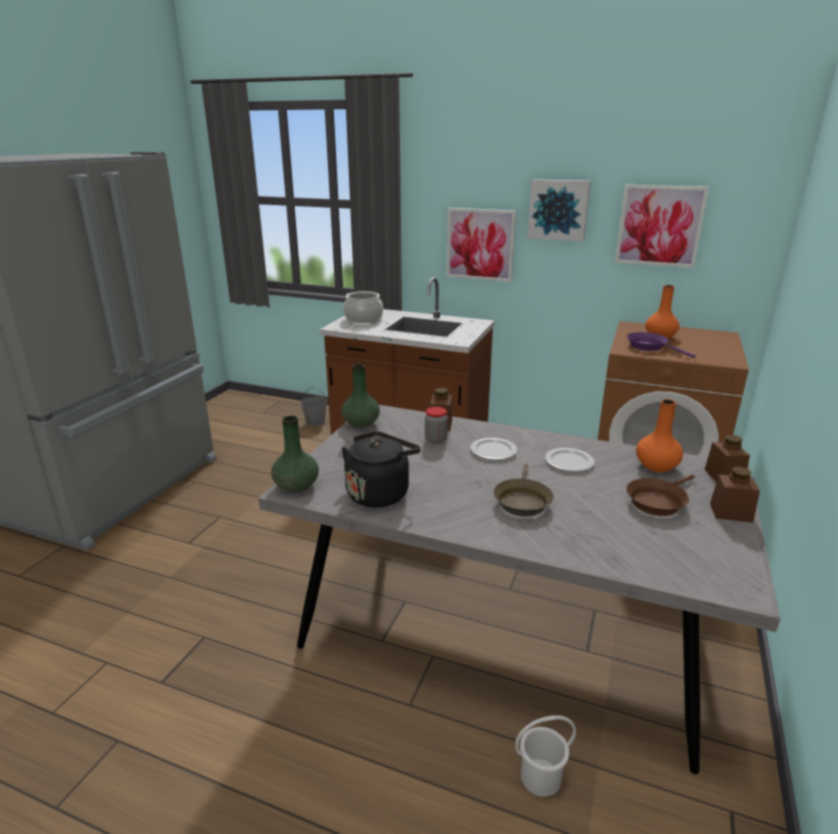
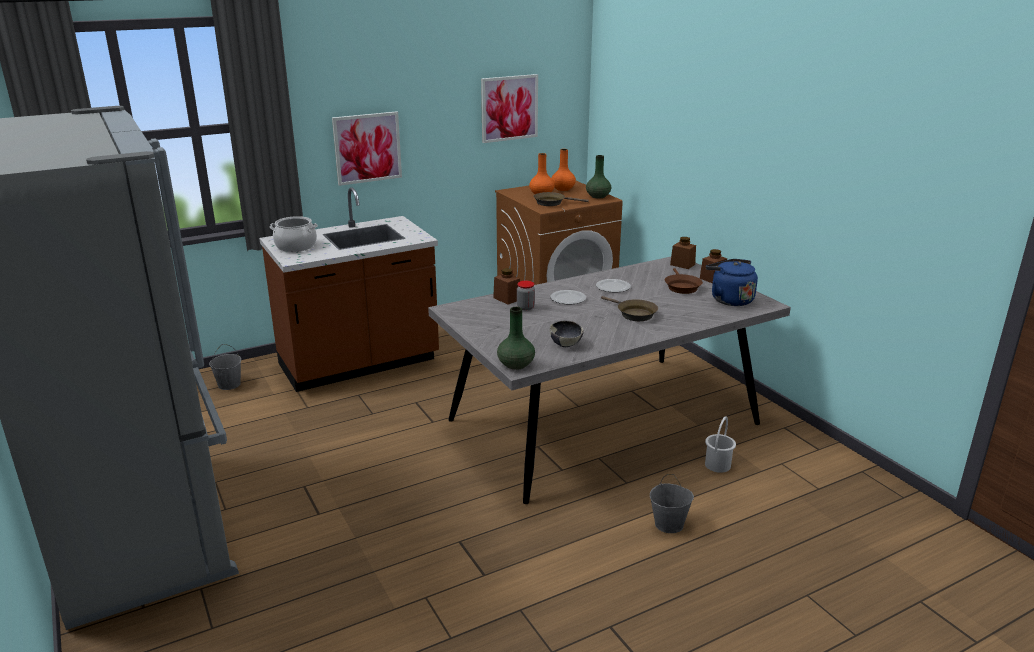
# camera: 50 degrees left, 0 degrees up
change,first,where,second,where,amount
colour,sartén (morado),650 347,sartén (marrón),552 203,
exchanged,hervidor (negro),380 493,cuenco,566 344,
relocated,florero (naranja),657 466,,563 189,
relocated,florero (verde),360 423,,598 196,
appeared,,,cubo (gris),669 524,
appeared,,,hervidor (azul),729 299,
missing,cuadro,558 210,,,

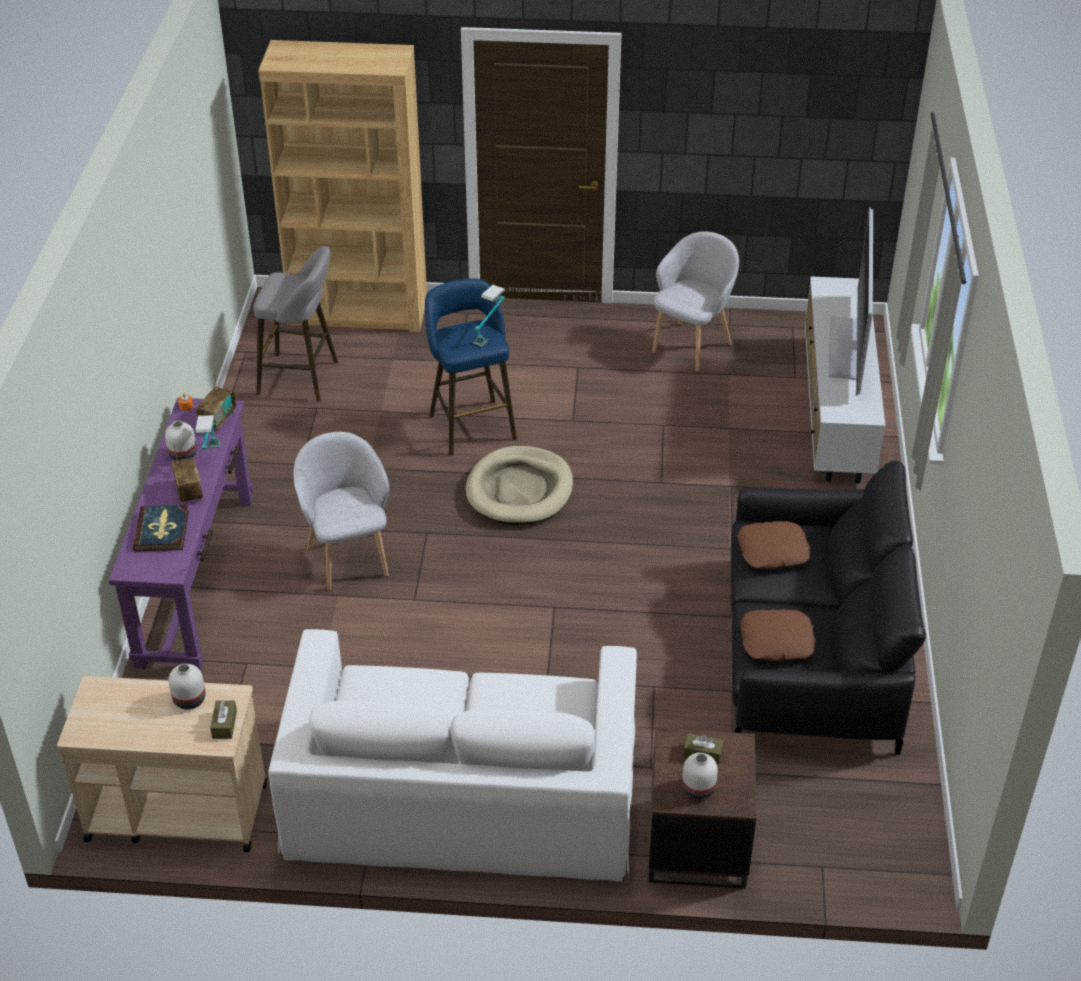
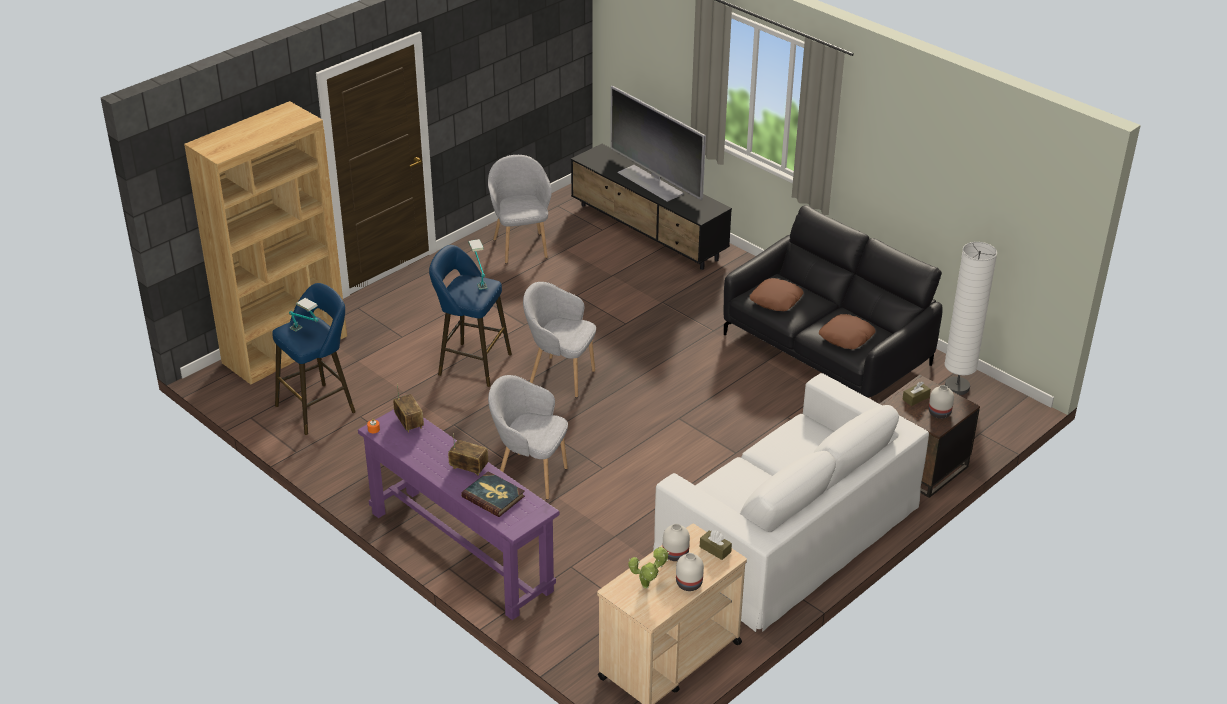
# camera: 50 degrees left, 5 degrees down
change,first,where,second,where,amount
colour,taburete (gris),303 378,taburete (azul),319 407,
relocated,lámpara de mesa,212 456,,306 333,
exchanged,cama para perro (beis),520 490,sillón (gris),559 377,
colour,mueble de televisión (blanco),835 409,mueble de televisión (negro),648 232,
appeared,,,planta en maceta,648 585,
relocated,florero (blanco),183 455,,689 584,
appeared,,,lámpara de pie (blanco),957 387,

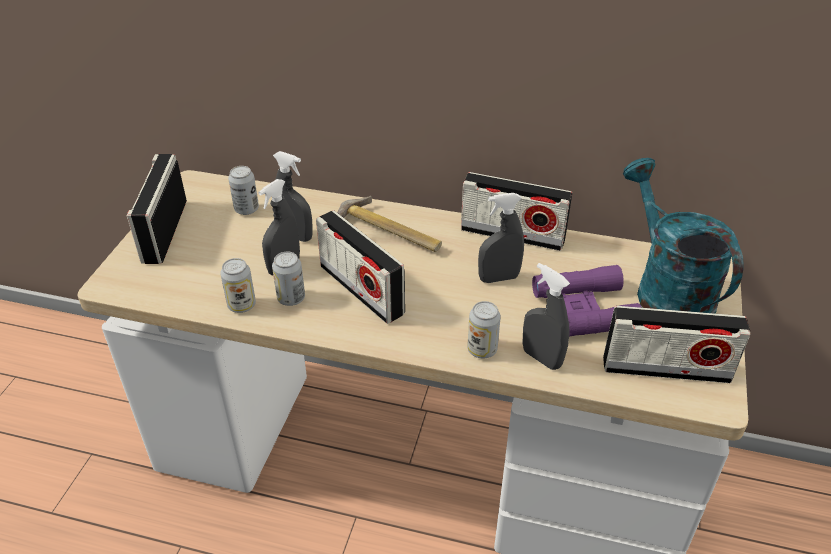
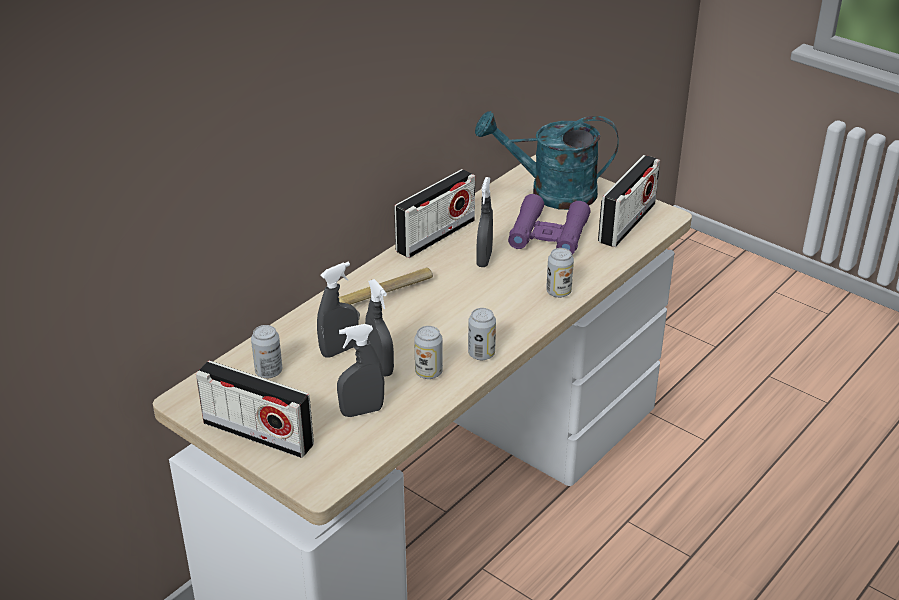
# camera: 65 degrees left, 5 degrees down
change,first,where,second,where,amount
relocated,pulverizador (gris),541 358,,362 411,
relocated,lata,242 305,,481 354,
missing,radio,361 290,,,

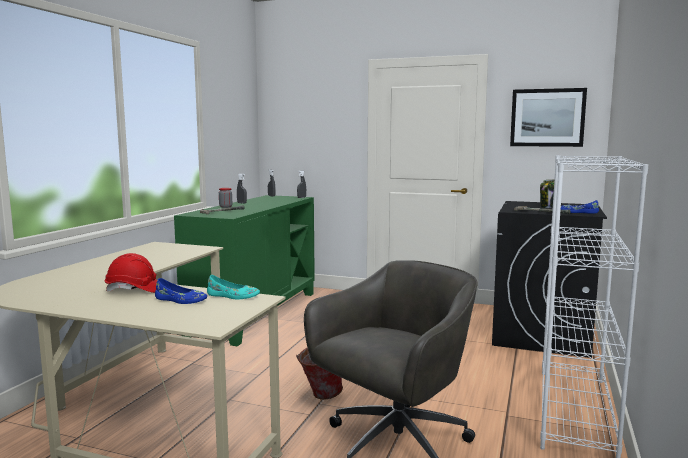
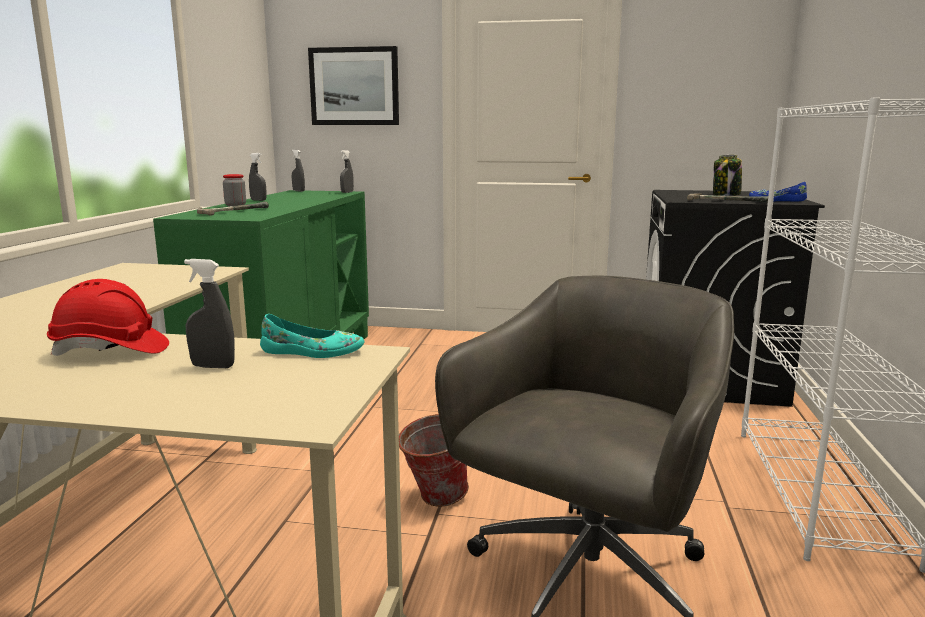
# camera: 10 degrees left, 5 degrees up
change,first,where,second,where,amount
exchanged,zapato (azul),180 300,pulverizador (gris),213 366,
relocated,cuadro,547 117,,354 86,

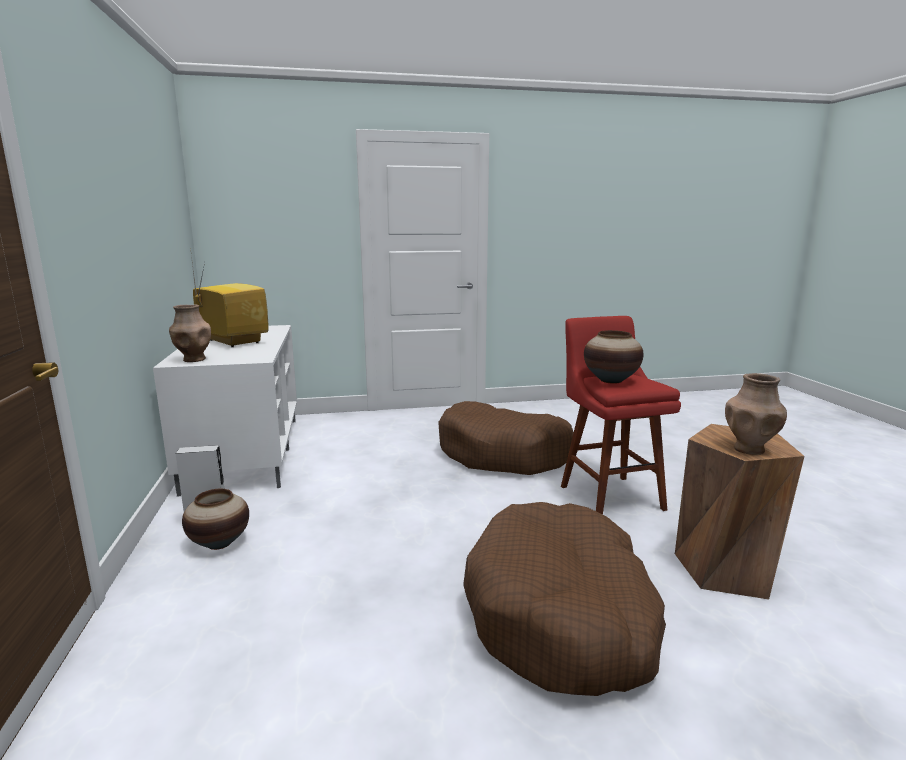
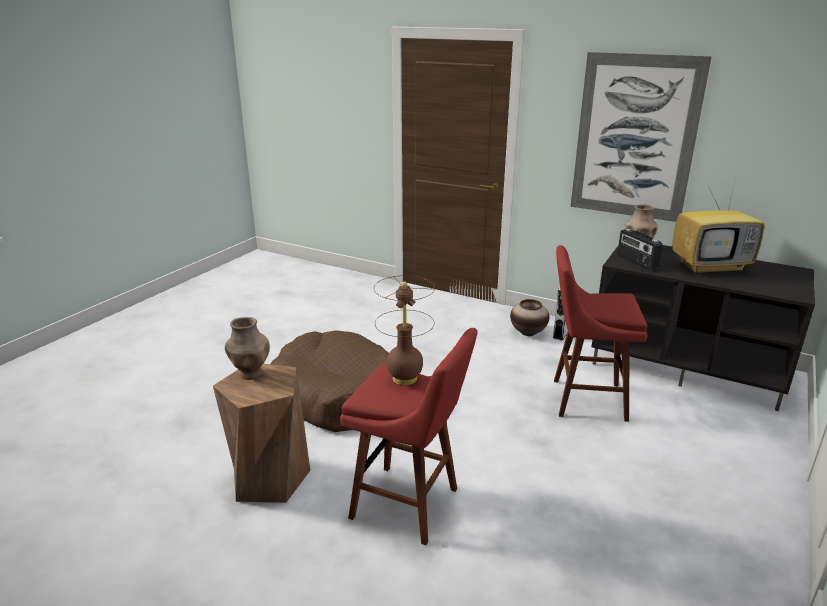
# camera: 130 degrees right, 10 degrees up
change,first,where,second,where,amount
exchanged,florero,611 380,lámpara de mesa (marrón),405 378,
appeared,,,taburete (rojo),584 399,
appeared,,,cuadro,635 138,
colour,mueble de televisión (blanco),244 452,mueble de televisión (negro),687 366,
appeared,,,radio,636 262,
missing,cama para perro (marrón),504 454,,,

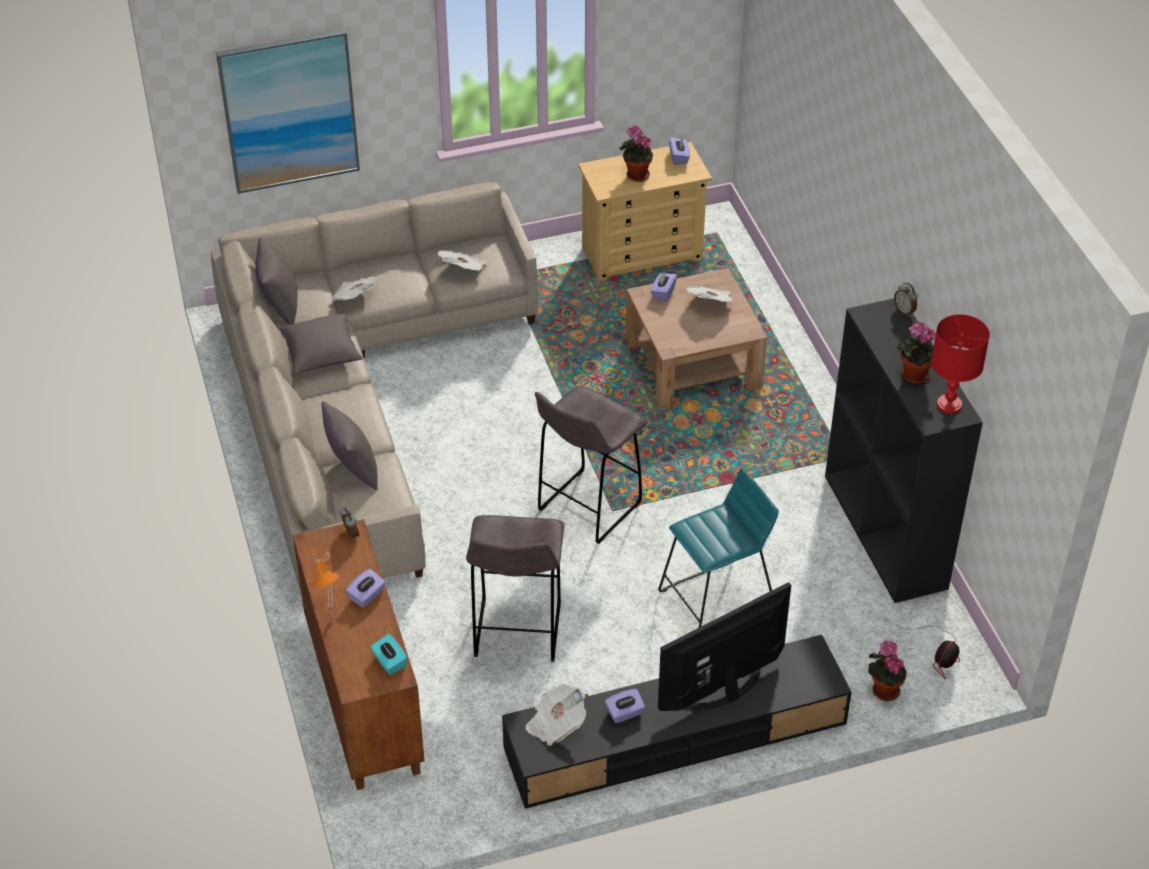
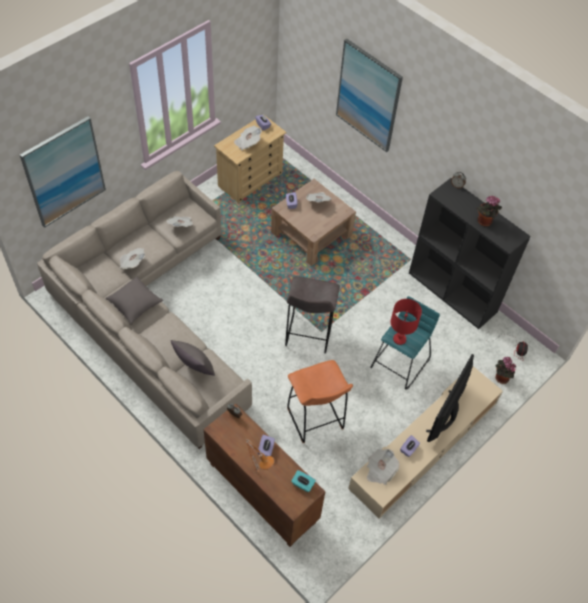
# camera: 30 degrees left, 10 degrees up
change,first,where,second,where,amount
exchanged,planta en maceta,635 175,periódico,247 143,
colour,taburete (gris),517 633,taburete (naranja),315 420,
appeared,,,cuadro,368 96,
colour,mueble de televisión (negro),674 737,mueble de televisión (beis),424 445,
relocated,lámpara de mesa (rojo),949 405,,399 339,
missing,cojín (gris),280 307,,,

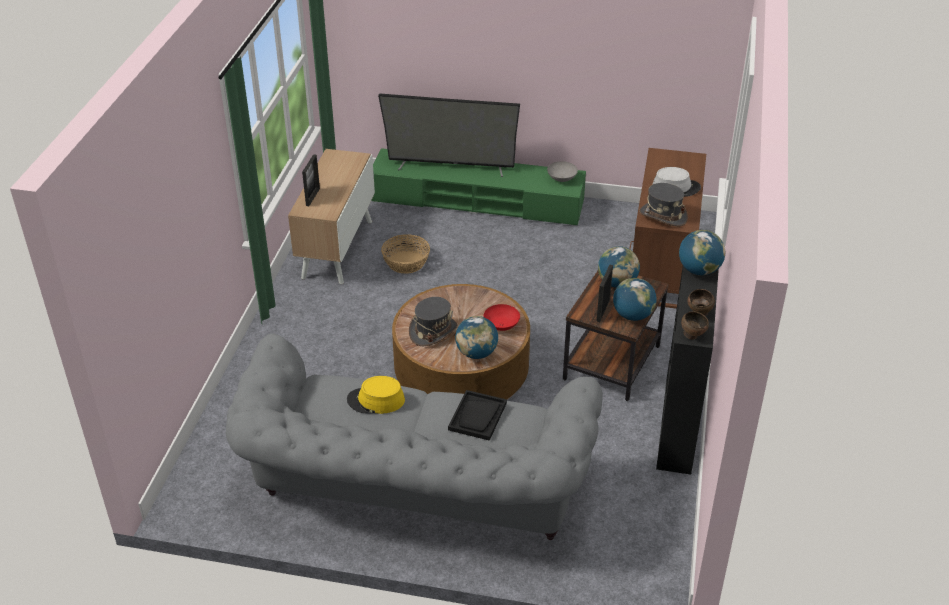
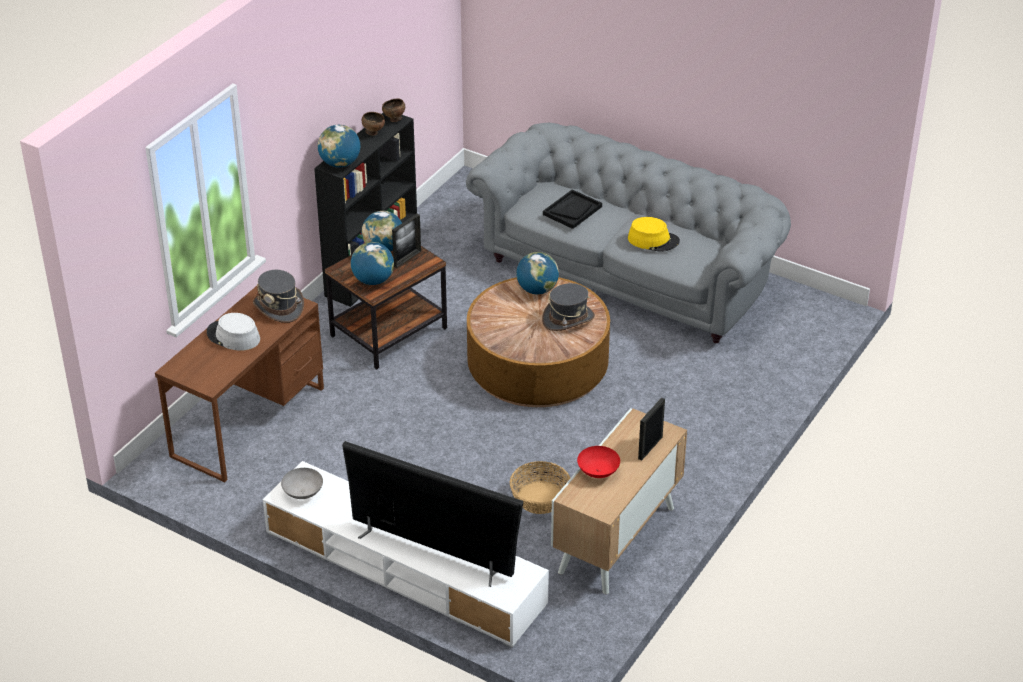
# camera: 160 degrees left, 0 degrees up
change,first,where,second,where,amount
colour,mueble de televisión (verde),477 201,mueble de televisión (blanco),403 568,
relocated,cuenco (rojo),501 326,,599 472,

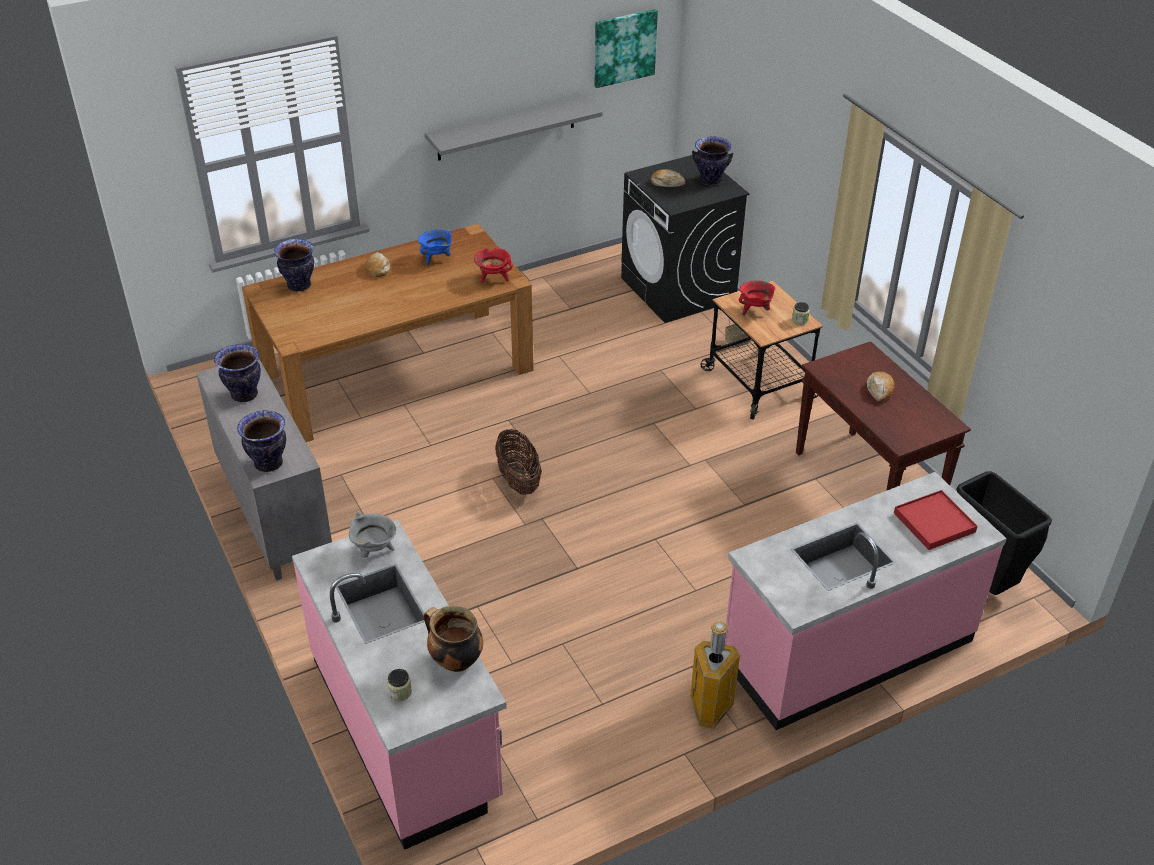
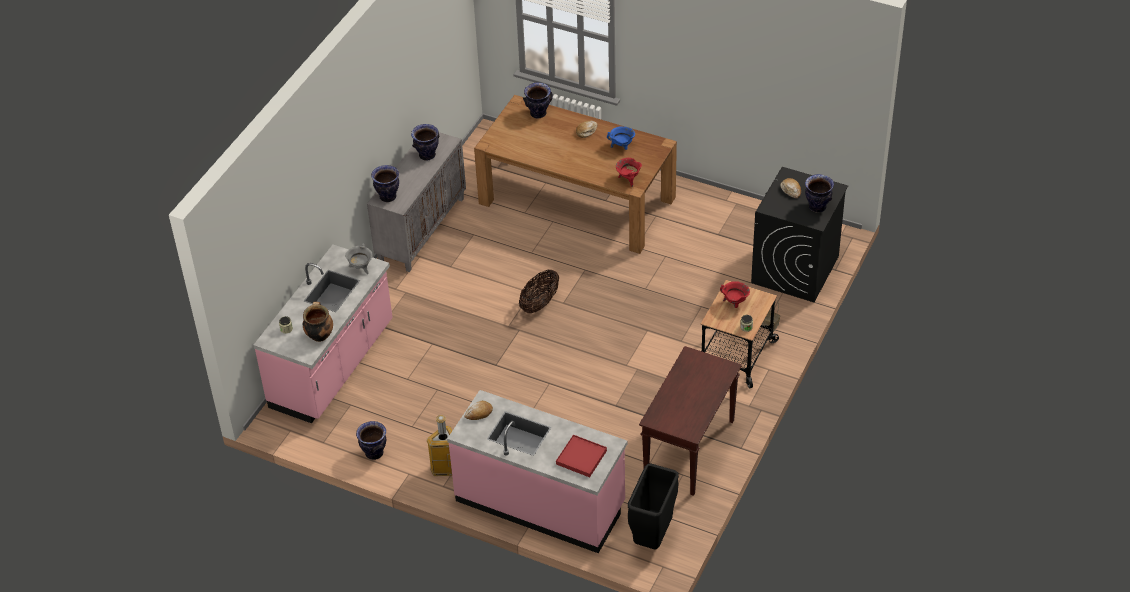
# camera: 55 degrees right, 5 degrees up
change,first,where,second,where,amount
appeared,,,florero,374 453,
relocated,pan,880 390,,479 413,
missing,estante (gris),506 128,,,
missing,cuadro,624 47,,,

